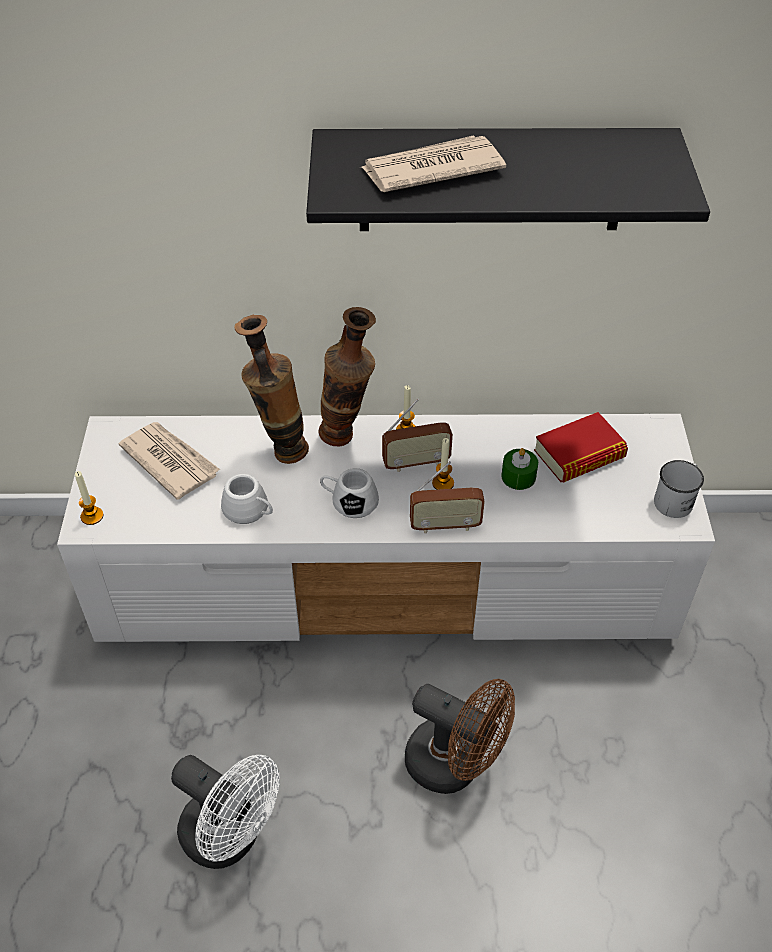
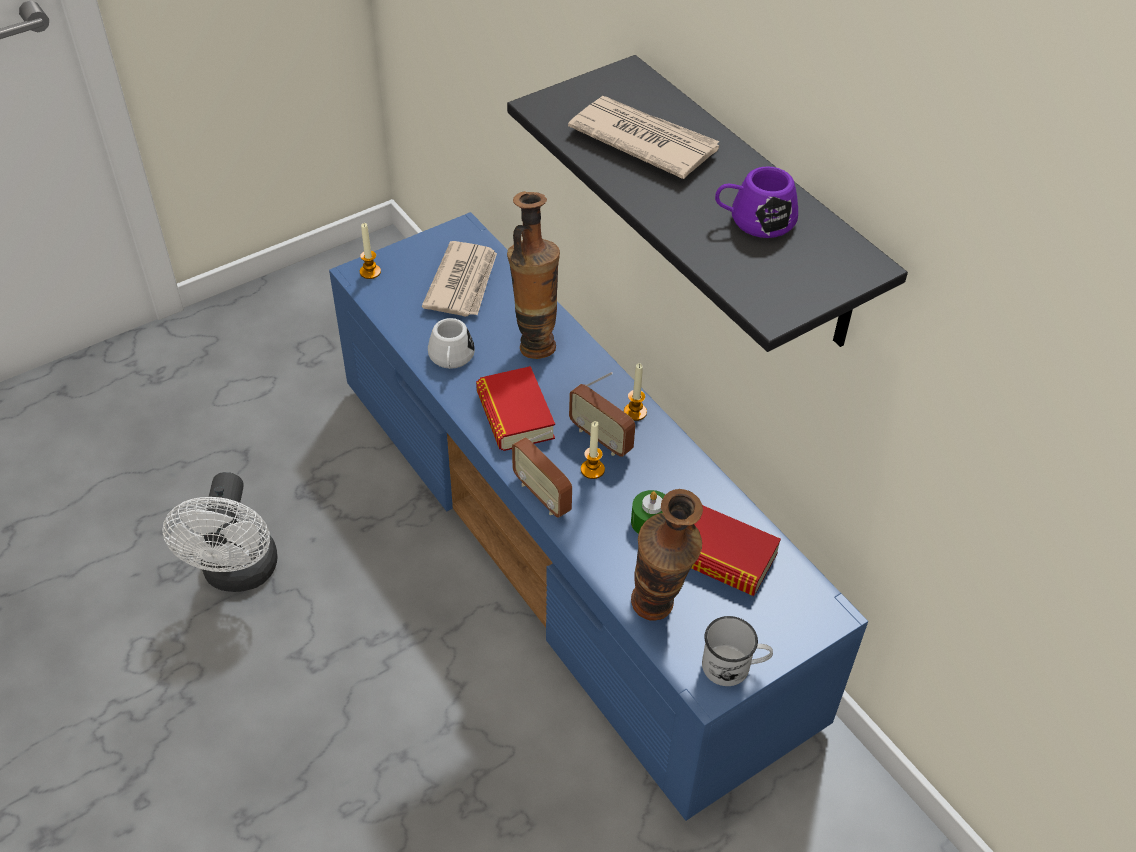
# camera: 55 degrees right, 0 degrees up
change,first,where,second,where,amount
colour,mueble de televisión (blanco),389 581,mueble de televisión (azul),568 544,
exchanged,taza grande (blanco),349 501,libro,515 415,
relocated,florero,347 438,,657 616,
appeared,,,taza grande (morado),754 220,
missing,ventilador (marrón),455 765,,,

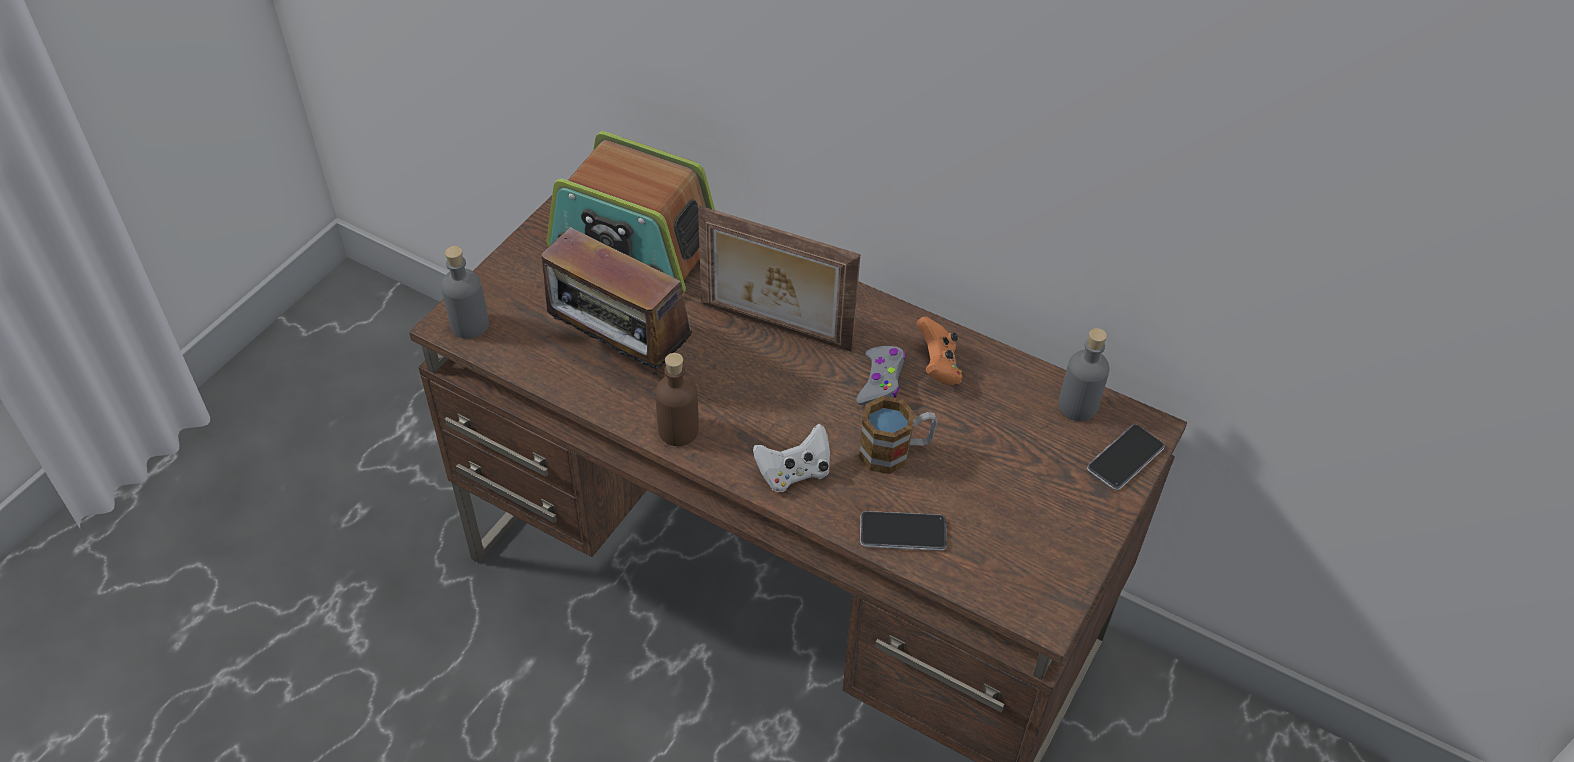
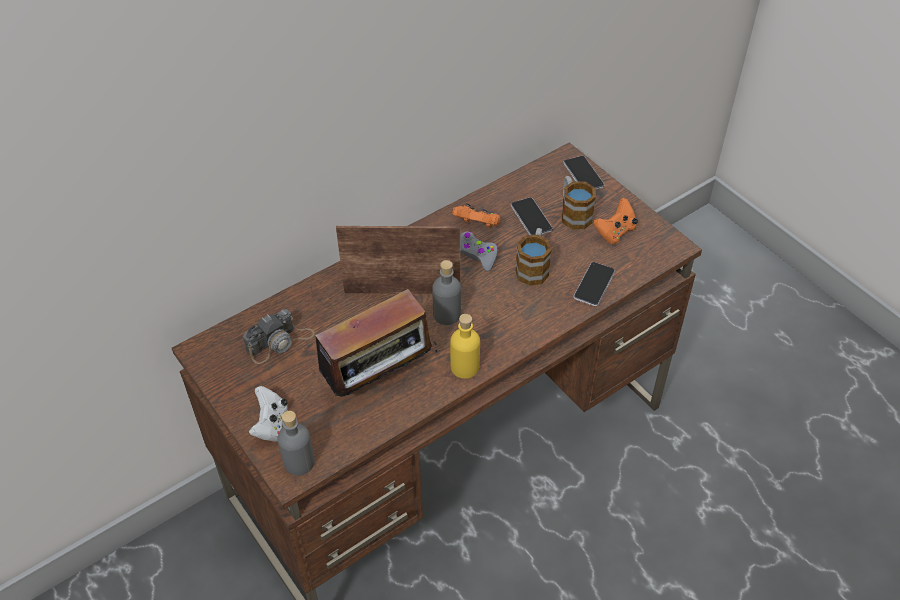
# camera: 65 degrees left, 0 degrees up
change,first,where,second,where,amount
exchanged,radio,634 246,cámara,280 342,
relocated,mando de consola (blanco),794 473,,271 425,
spun,portarretratos,774 328,,402 290,135 degrees counterclockwise
relocated,botella (gris),1078 406,,447 314,
colour,botella (marrón),678 430,botella (amarillo),465 367,
appeared,,,móvil,531 218,
appeared,,,taza grande,573 213,
appeared,,,mando de consola (naranja),615 232,

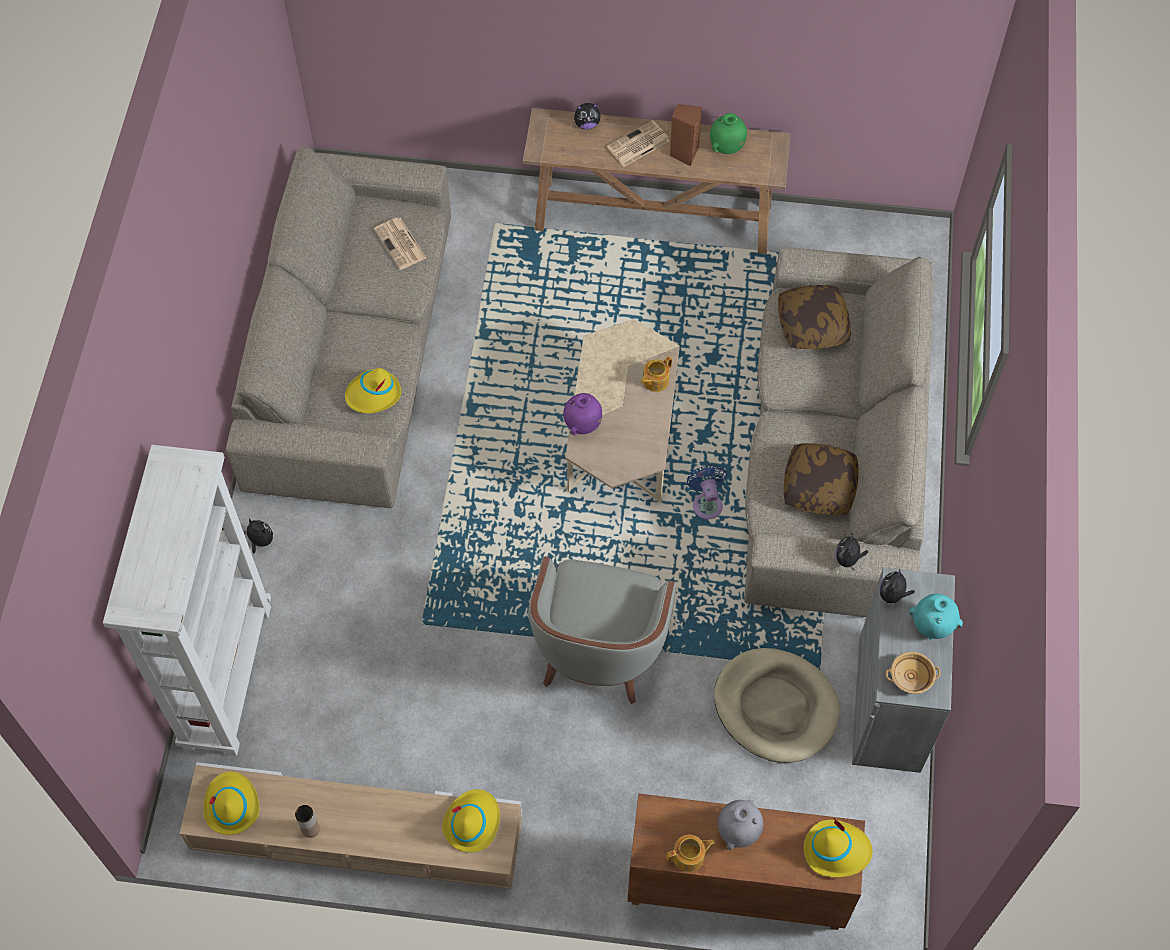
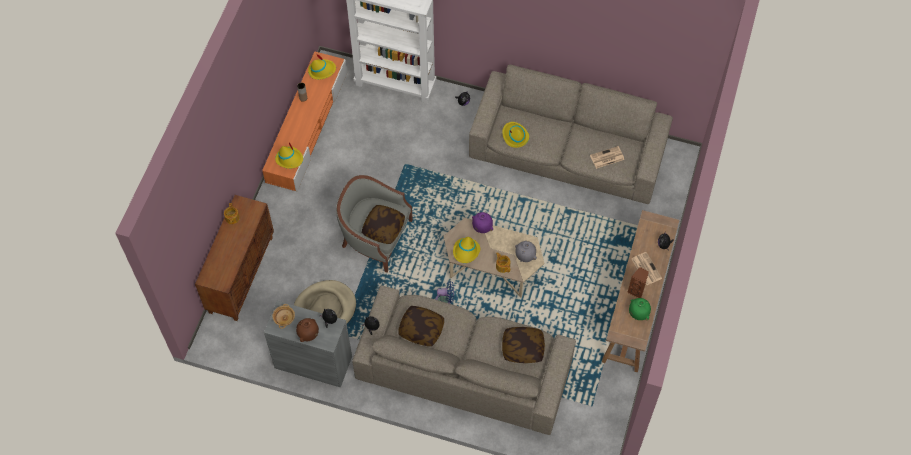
# camera: 100 degrees right, 0 degrees up
change,first,where,second,where,amount
colour,mueble de televisión (beis),356 834,mueble de televisión (naranja),307 127,
colour,florero (turquesa),932 626,florero (marrón),308 335,
appeared,,,cojín,383 228,
relocated,sombrero (amarillo),836 850,,466 251,
relocated,florero (gris),738 831,,525 257,

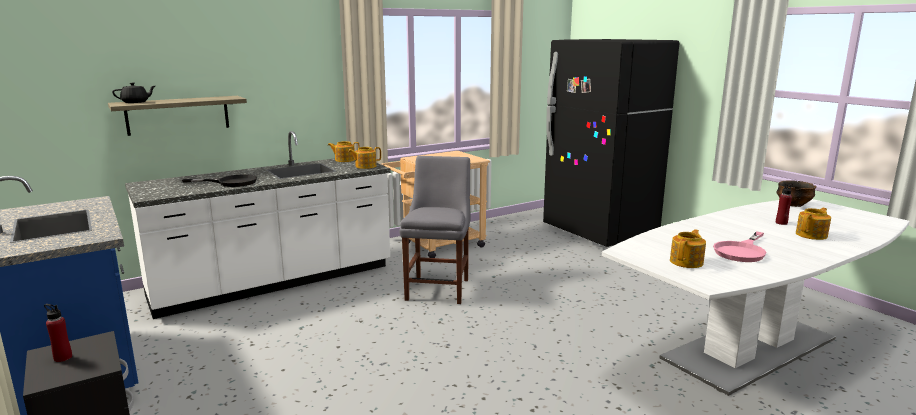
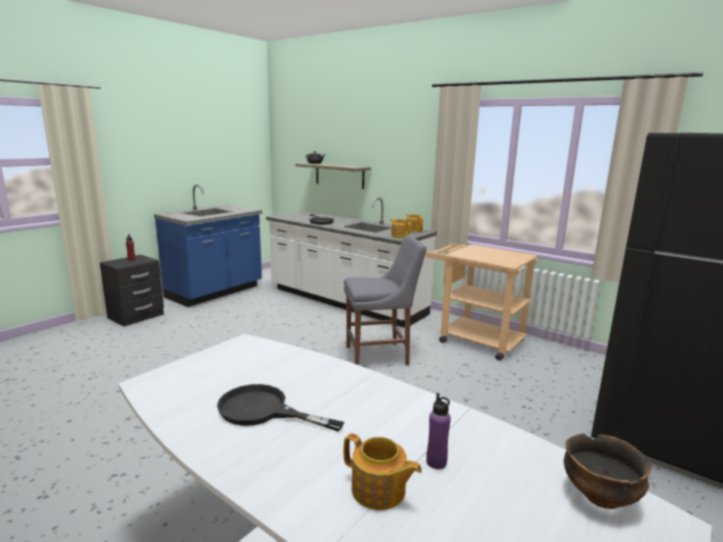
# camera: 70 degrees right, 0 degrees up
change,first,where,second,where,amount
colour,sartén (rosa),742 251,sartén (negro),263 411,
colour,botella (rojo),781 223,botella (morado),436 462,
missing,tetera,687 262,,,

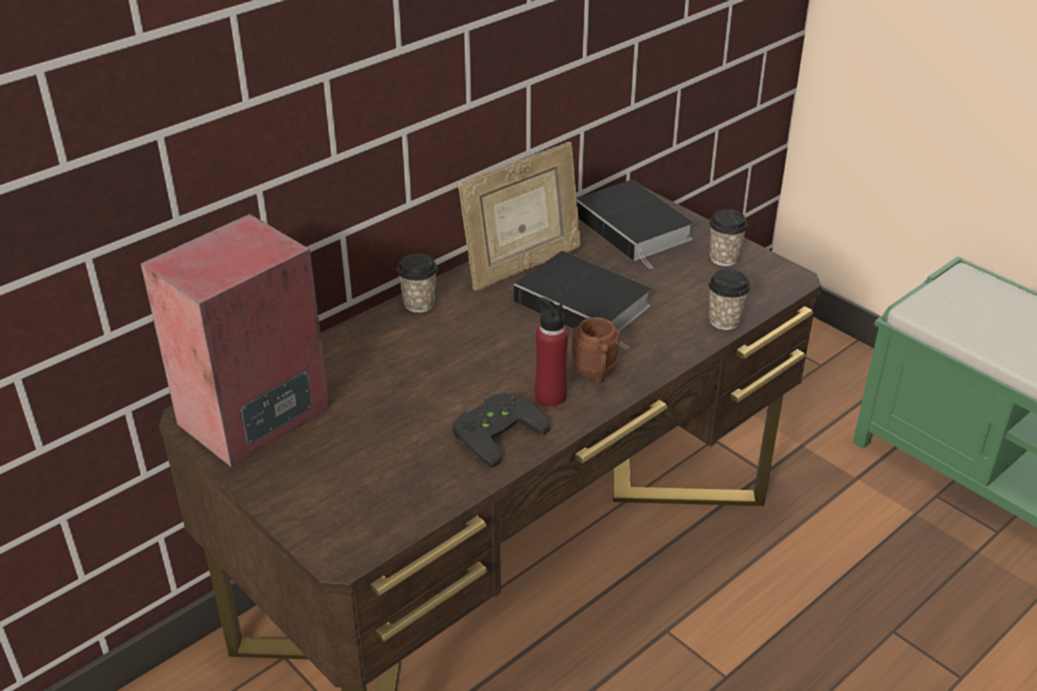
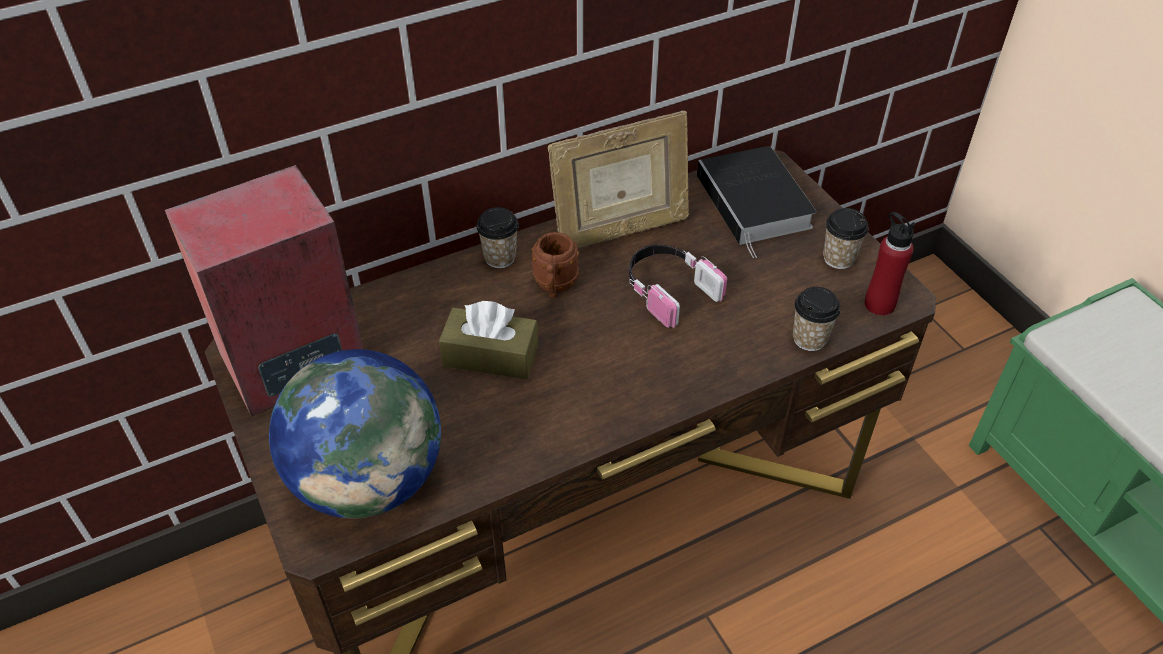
# camera: 15 degrees right, 10 degrees up
change,first,where,second,where,amount
appeared,,,globo terráqueo,369 480,
appeared,,,caja de pañuelos (marrón),490 356,
relocated,taza grande (marrón),596 373,,554 287,
exchanged,libro,586 305,auriculares,668 290,
relocated,botella (rojo),550 397,,879 304,
missing,mando de consola (negro),494 431,,,

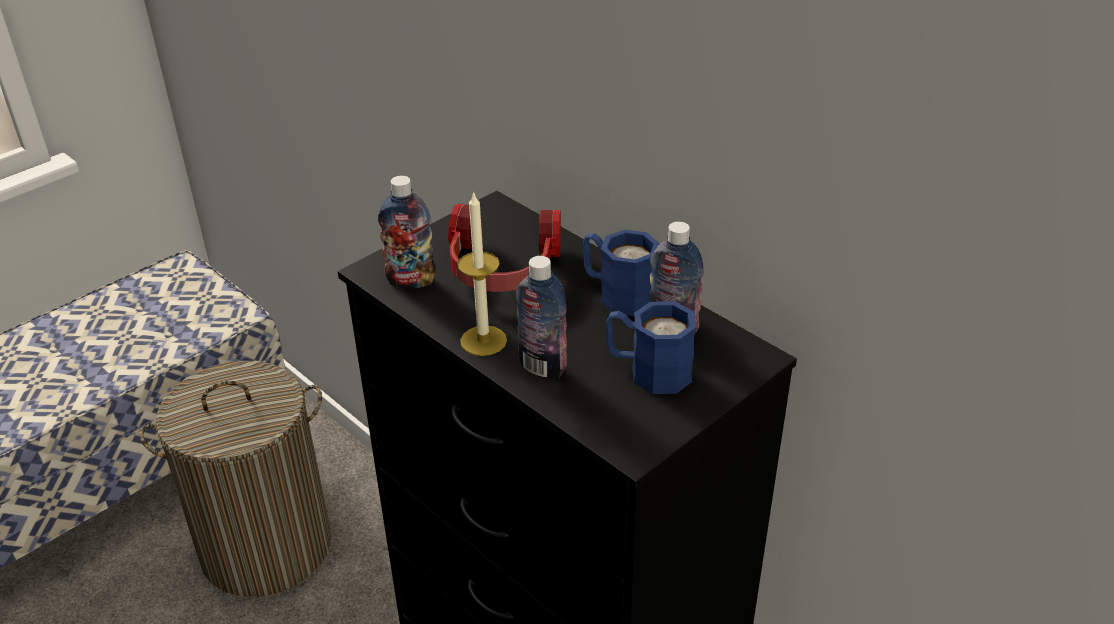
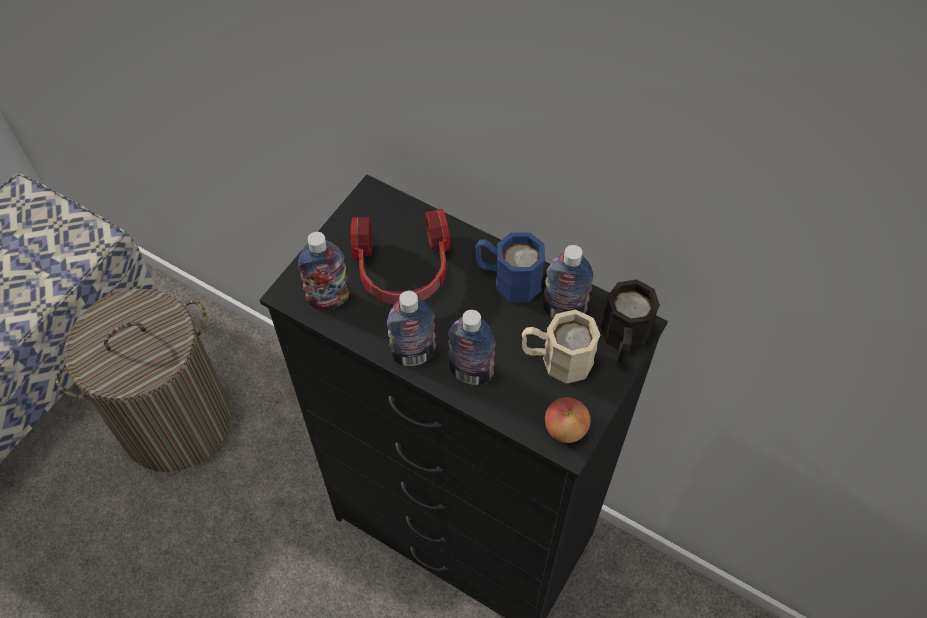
# camera: 15 degrees left, 20 degrees up
change,first,where,second,where,amount
exchanged,vela,483 340,botella,413 355,
colour,taza grande (azul),648 371,taza grande (beis),556 359,
appeared,,,manzana,565 429,
appeared,,,taza grande (negro),623 340,

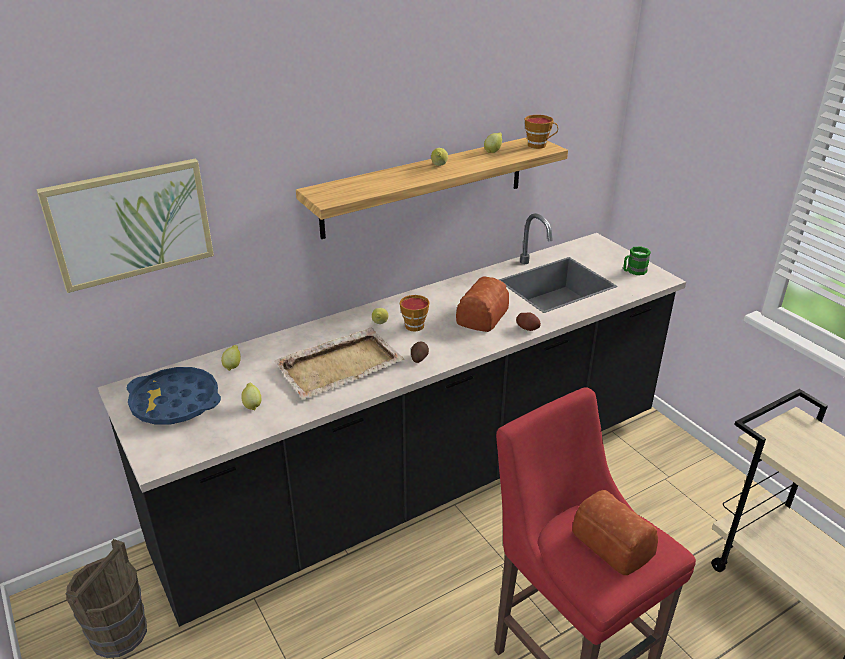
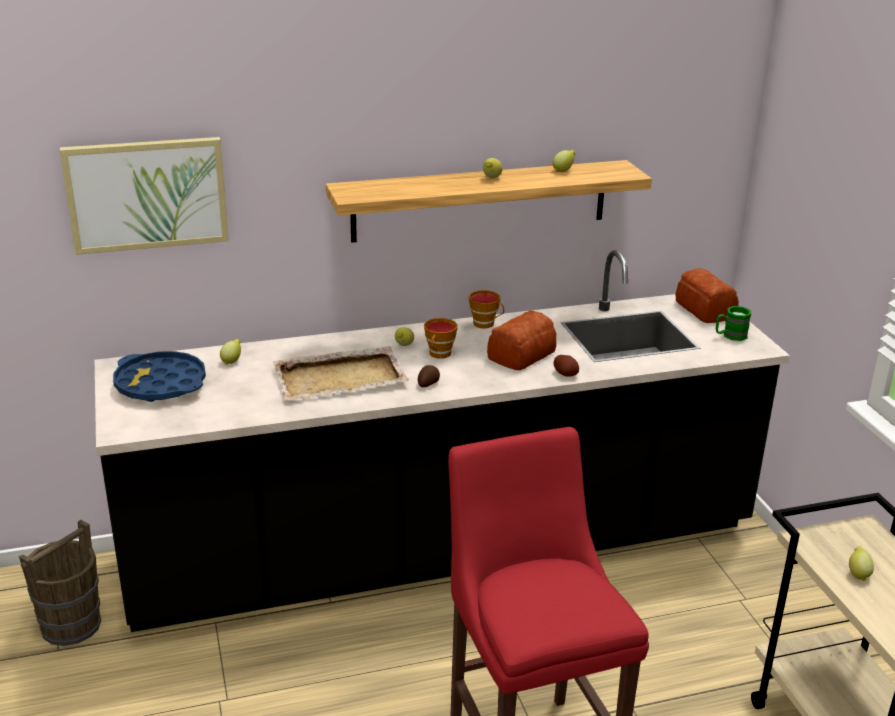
# camera: 15 degrees right, 5 degrees down
change,first,where,second,where,amount
relocated,taza,539 145,,486 324,
relocated,pan,613 544,,704 310,
relocated,limón,252 405,,858 574,

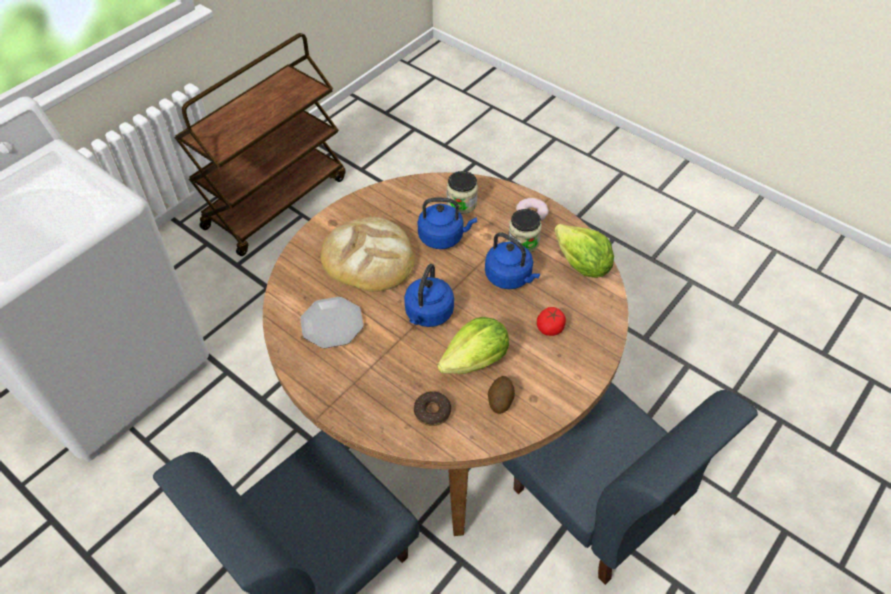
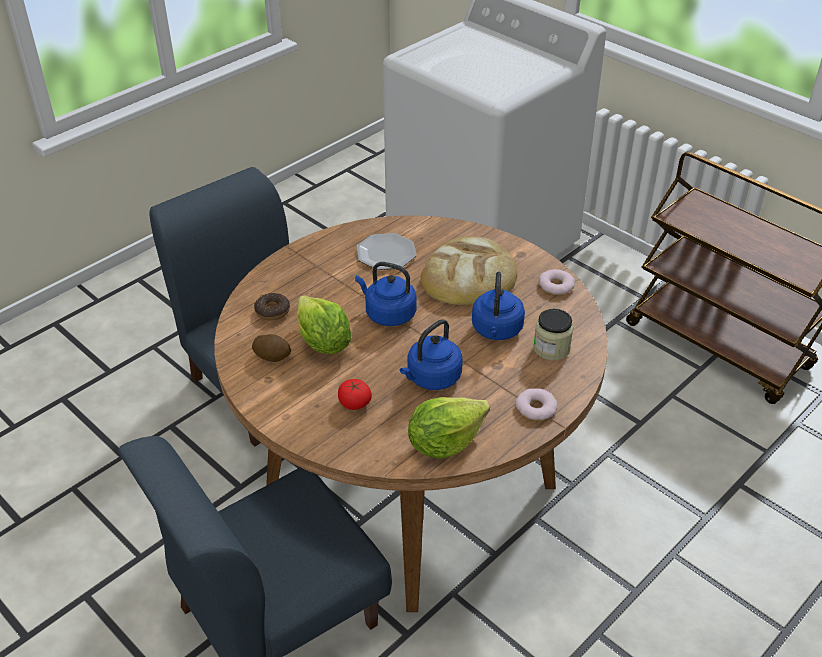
# camera: 95 degrees right, 10 degrees down
change,first,where,second,where,amount
appeared,,,rosquilla,556 285,
missing,tarro,523 242,,,

